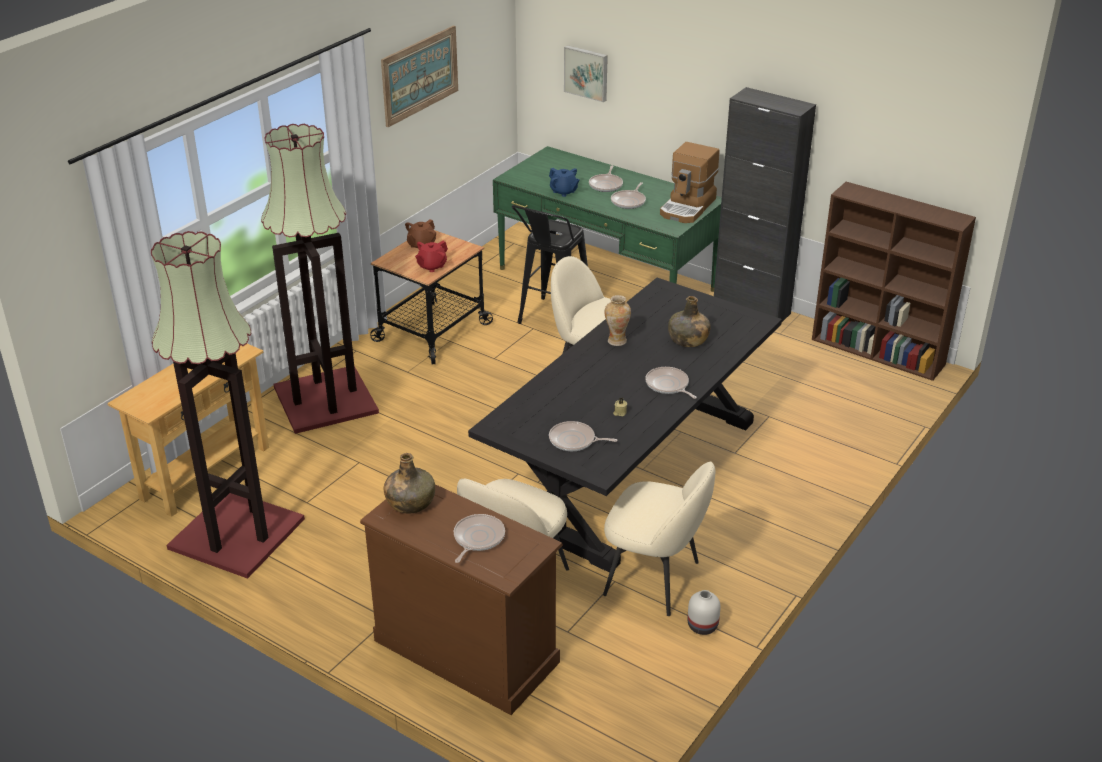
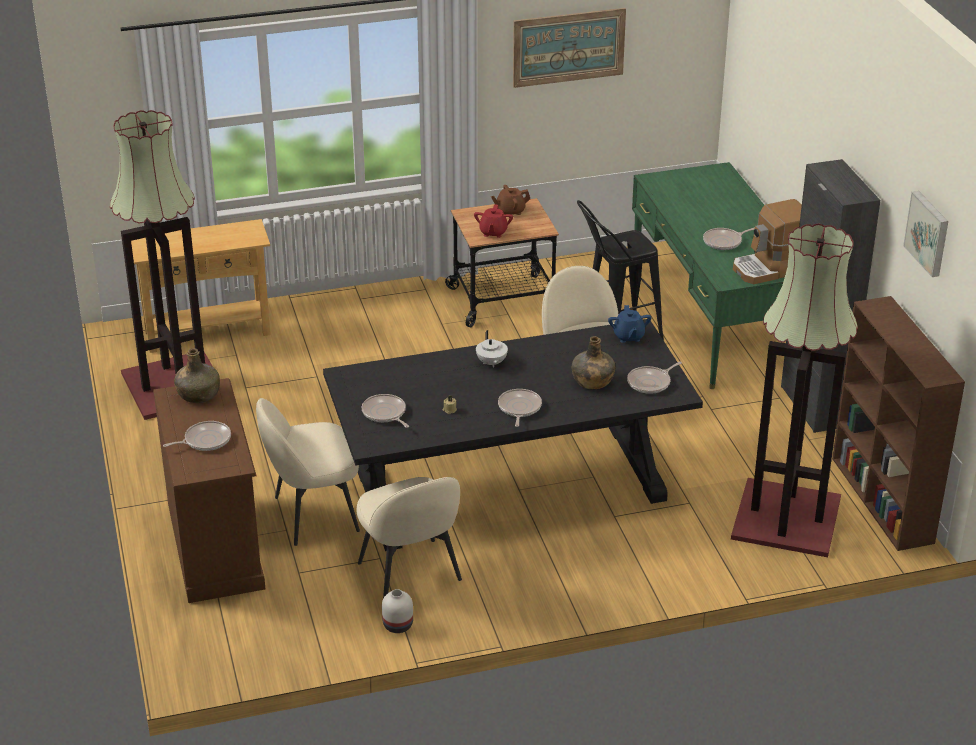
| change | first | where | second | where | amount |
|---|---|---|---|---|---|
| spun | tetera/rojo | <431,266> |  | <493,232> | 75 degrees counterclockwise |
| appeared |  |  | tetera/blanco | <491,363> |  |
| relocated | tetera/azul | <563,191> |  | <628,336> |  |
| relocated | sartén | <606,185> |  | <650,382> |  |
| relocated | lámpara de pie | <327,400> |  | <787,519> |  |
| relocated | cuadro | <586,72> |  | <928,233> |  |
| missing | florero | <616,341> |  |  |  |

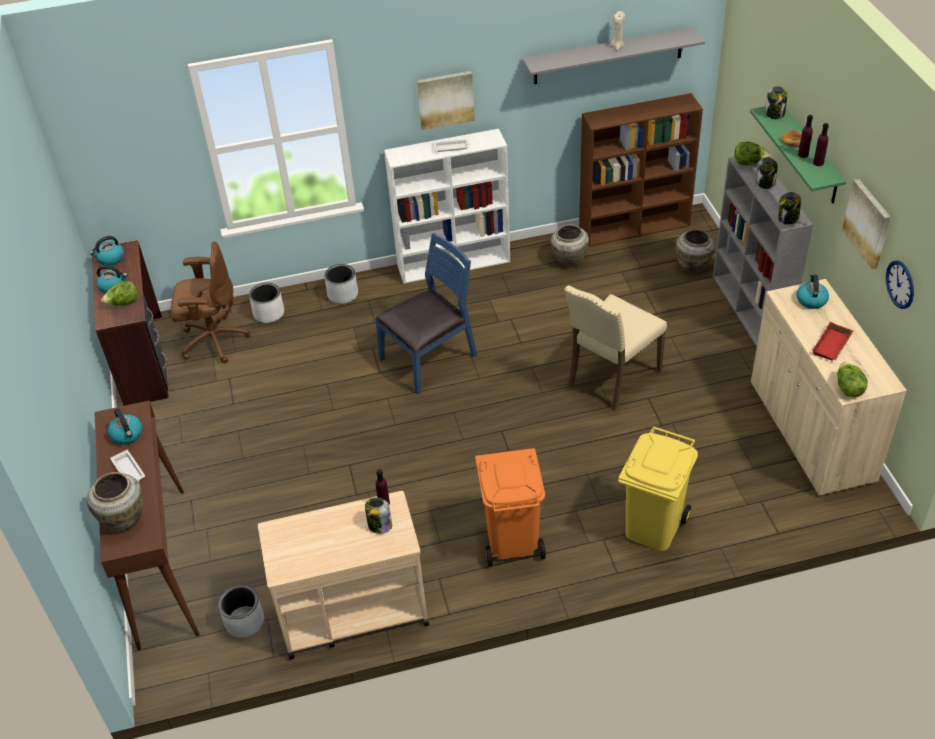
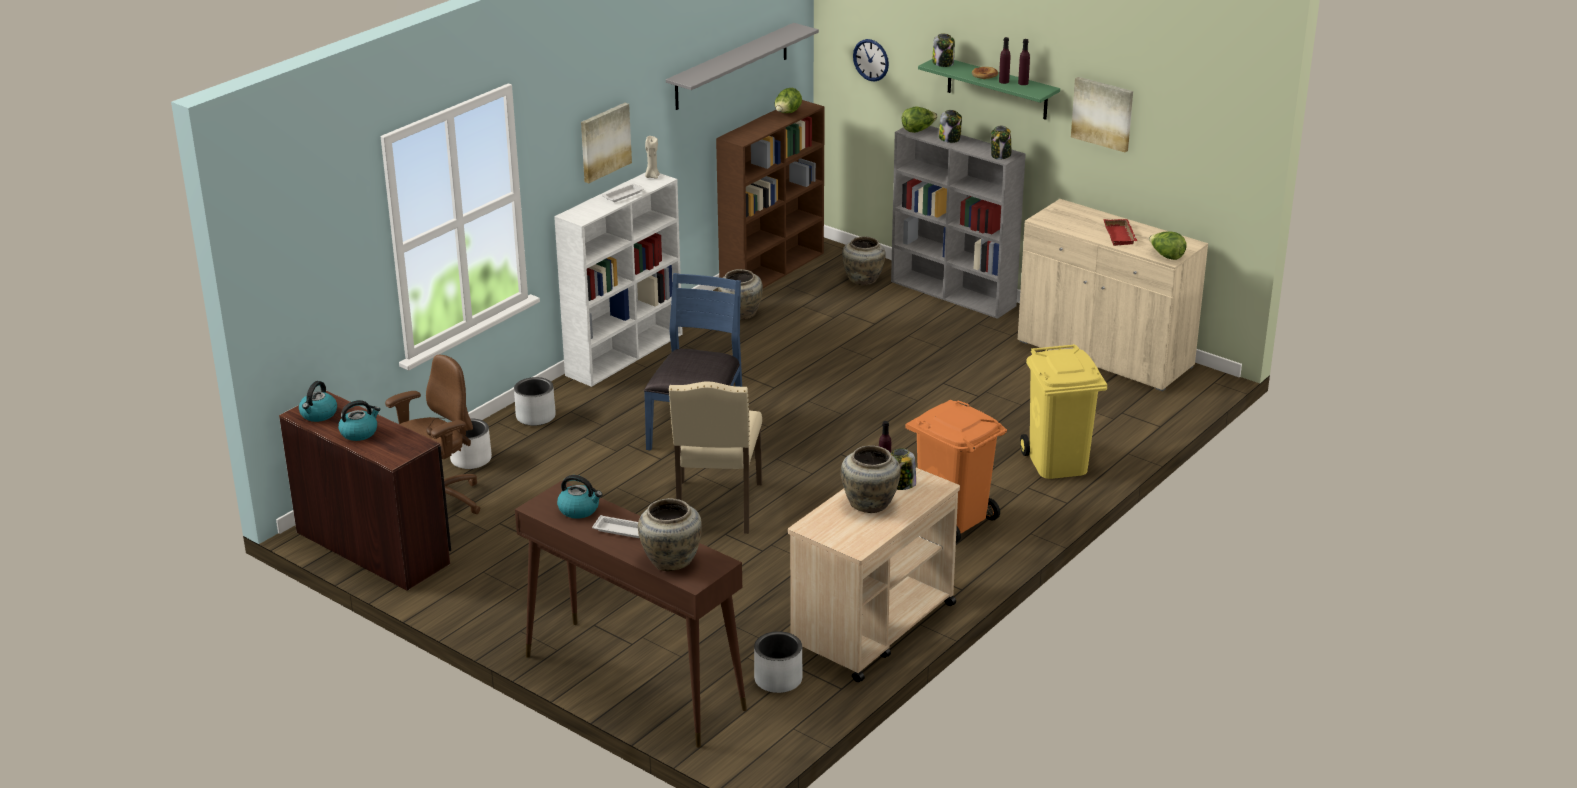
| change | first | where | second | where | amount |
|---|---|---|---|---|---|
| relocated | vela/beis | <617,47> |  | <652,176> |  |
| relocated | silla/beis | <611,378> |  | <716,508> |  |
| relocated | lechuga | <124,304> |  | <787,113> |  |
| appeared |  |  | florero/beis | <870,504> |  |
| relocated | reloj de pared | <900,284> |  | <871,60> |  |
| missing | hervidor | <811,300> |  |  |  |

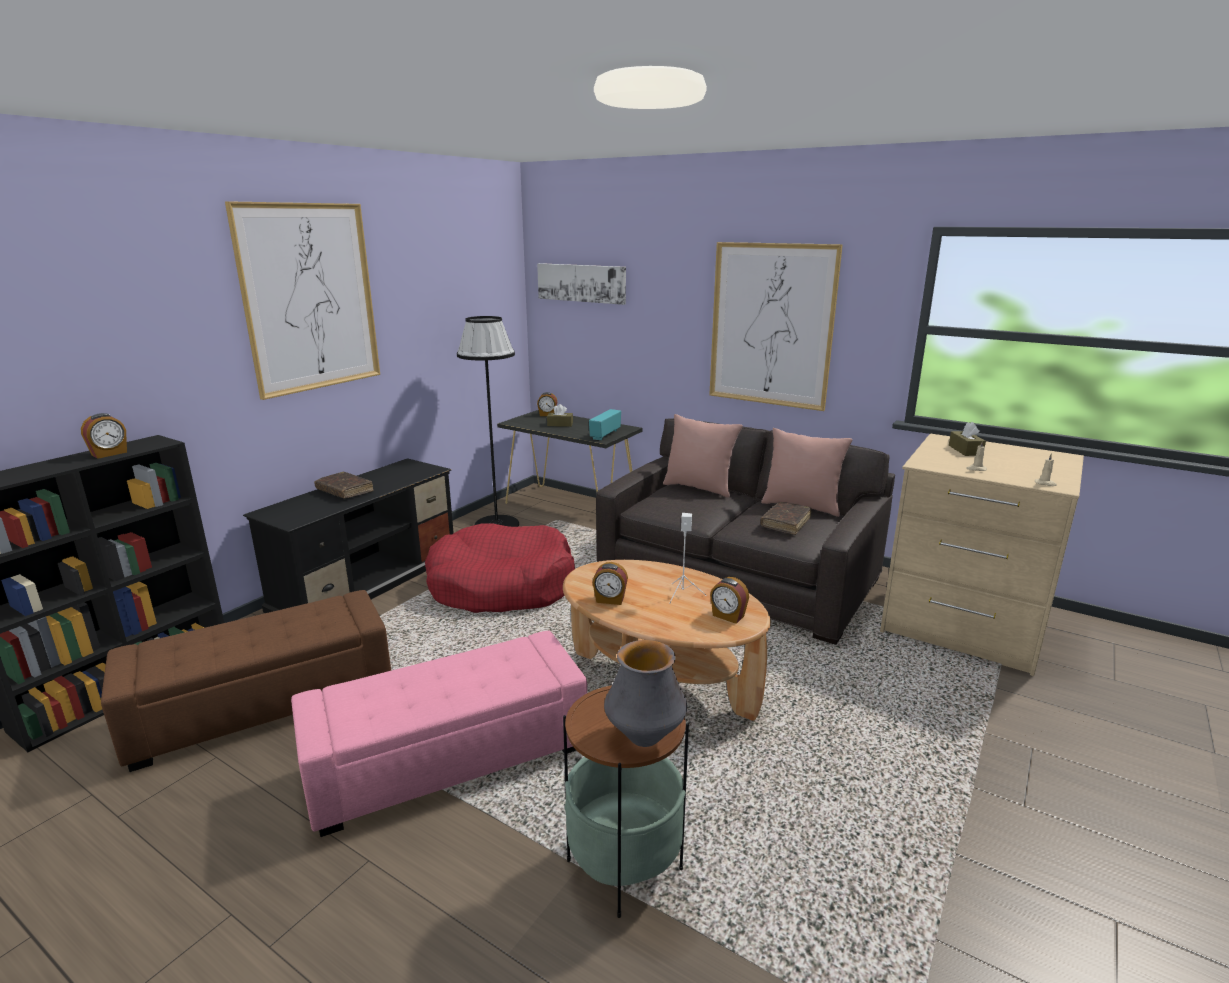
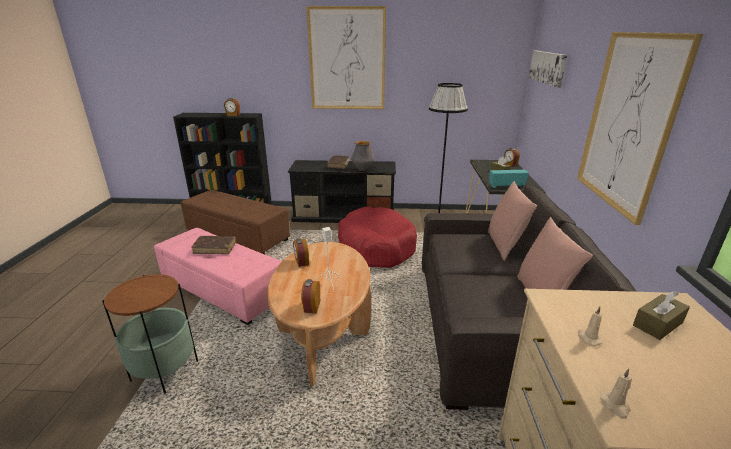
| change | first | where | second | where | amount |
|---|---|---|---|---|---|
| relocated | libro/marrón | <785,523> |  | <215,248> |  |
| relocated | florero | <644,737> |  | <362,169> |  |

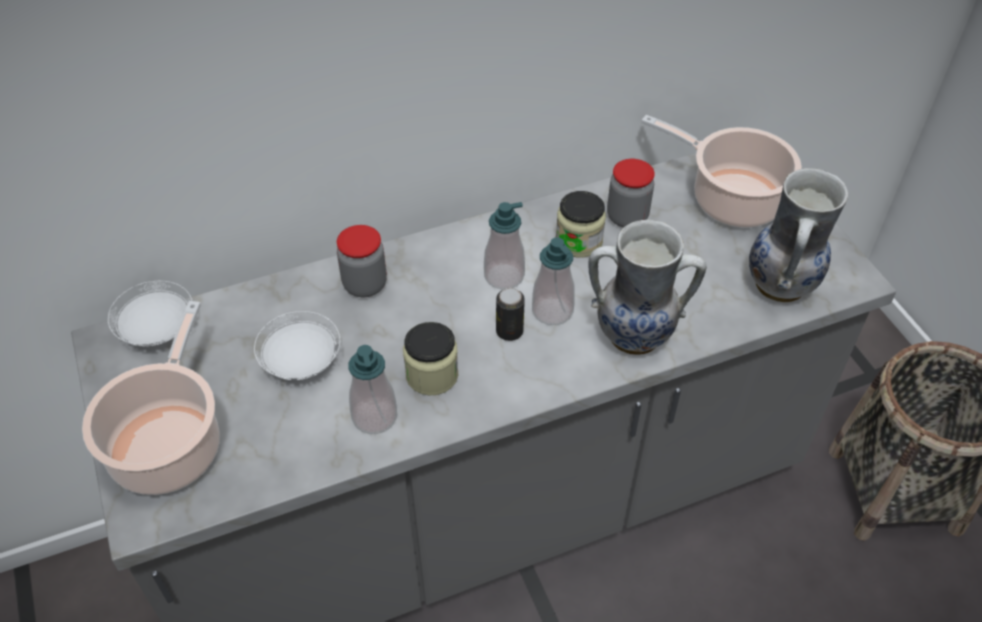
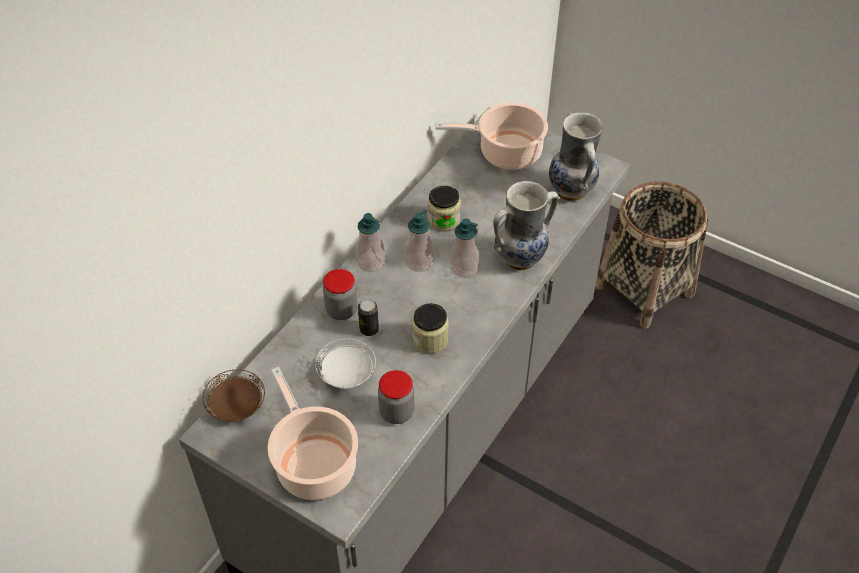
| change | first | where | second | where | amount |
|---|---|---|---|---|---|
| colour | plato/blanco | <157,328> | plato/marrón | <236,406> |  |
| relocated | dispensador de jabón | <374,416> |  | <371,262> |  |
| relocated | lata | <509,331> |  | <369,329> |  |
| relocated | tarro | <627,217> |  | <396,412> |  |

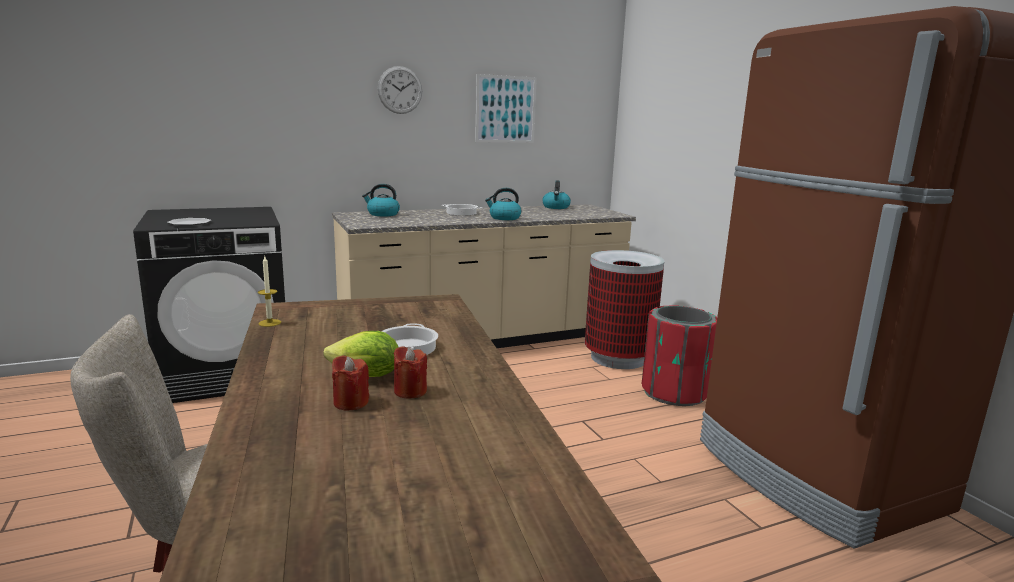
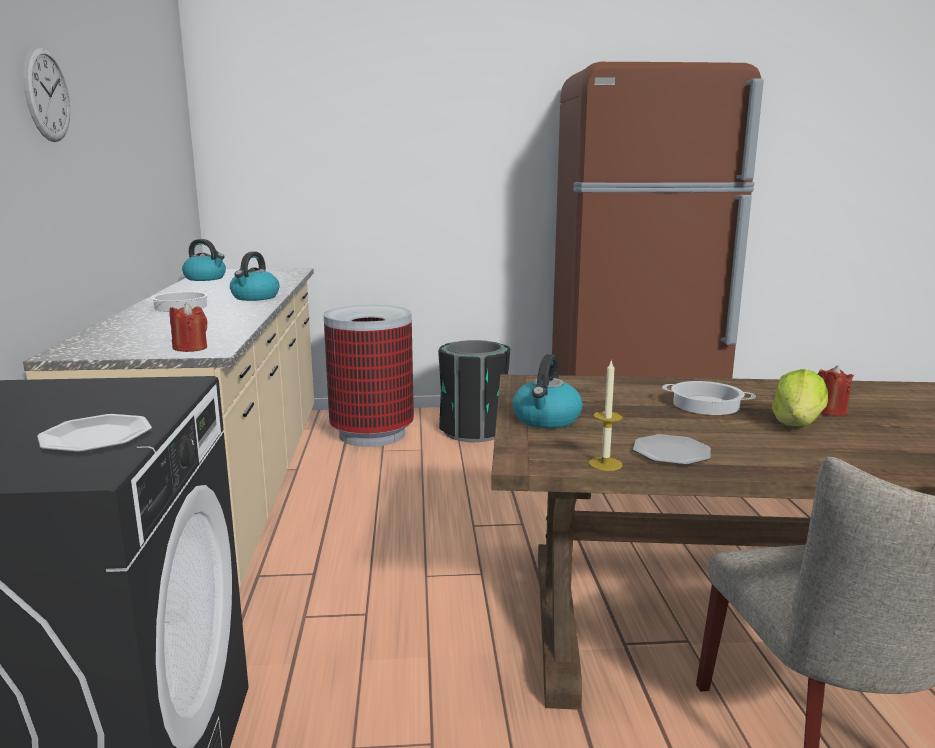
| change | first | where | second | where | amount |
|---|---|---|---|---|---|
| relocated | vela/rojo | <351,402> |  | <190,348> |  |
| colour | papelera/rojo | <674,393> | papelera/negro | <474,431> |  |
| relocated | hervidor | <382,214> |  | <546,420> |  |
| appeared |  |  | plato | <672,453> |  |
| missing | cuadro | <505,109> |  |  |  |

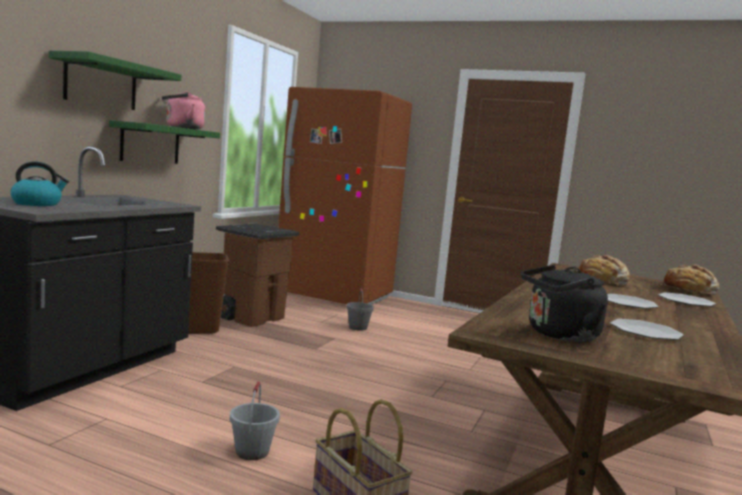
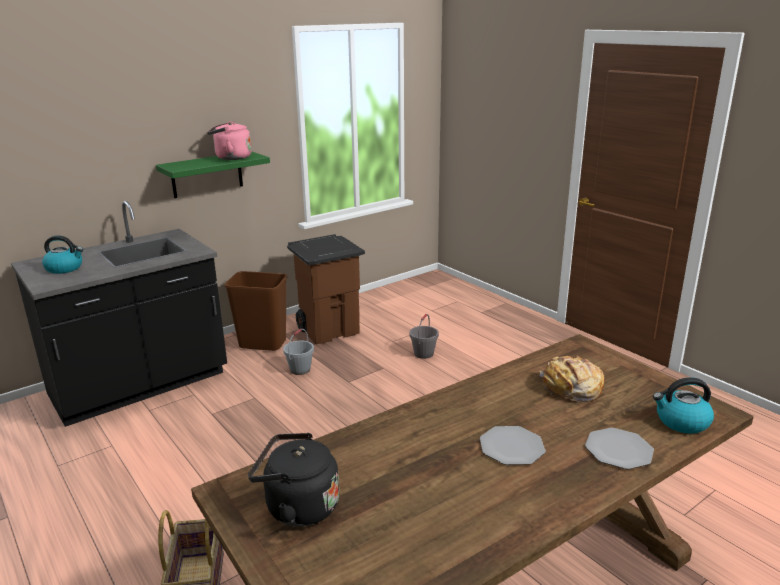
| change | first | where | second | where | amount |
|---|---|---|---|---|---|
| relocated | cubo/gris | <252,451> |  | <300,369> |  |
| exchanged | pan | <689,291> | hervidor | <681,422> |  |
| missing | estante/verde | <101,84> |  |  |  |
| missing | nevera/marrón | <334,296> |  |  |  |
| missing | plato | <645,332> |  |  |  |

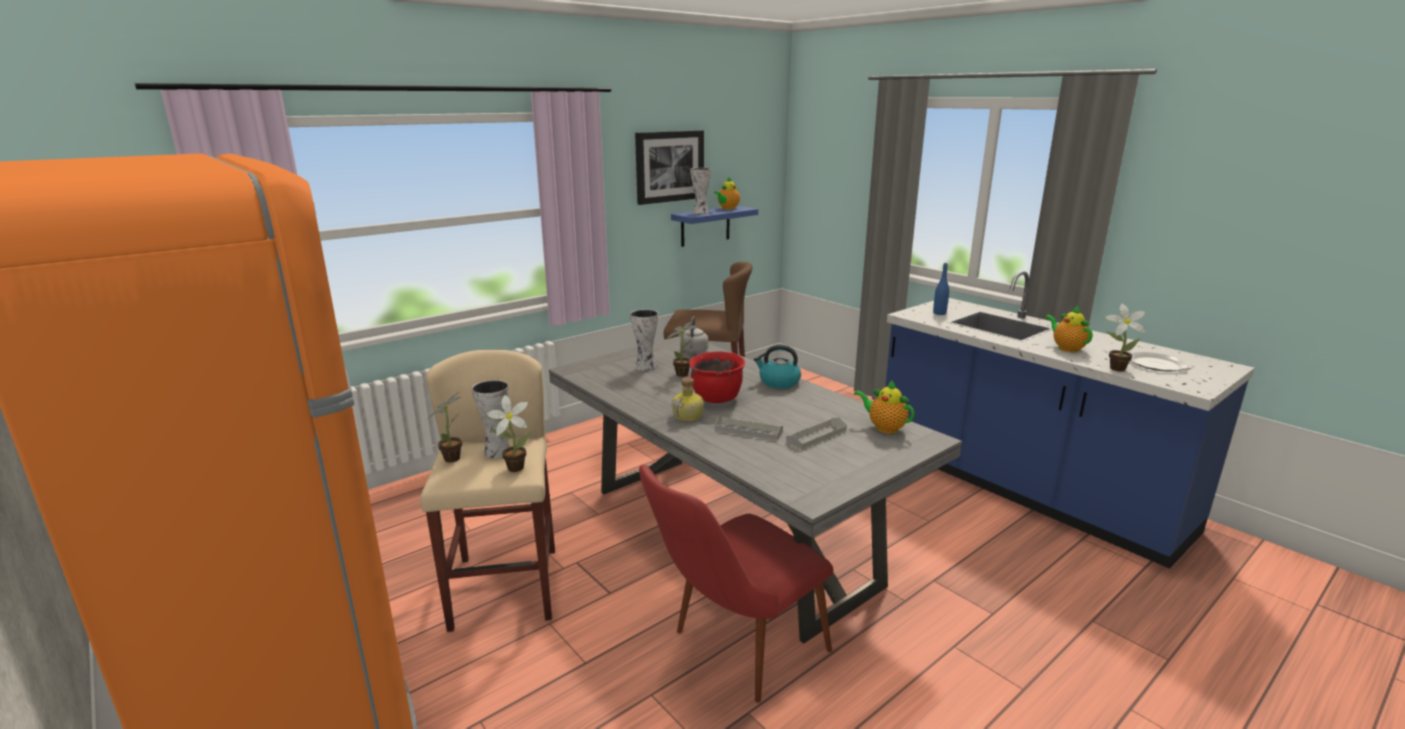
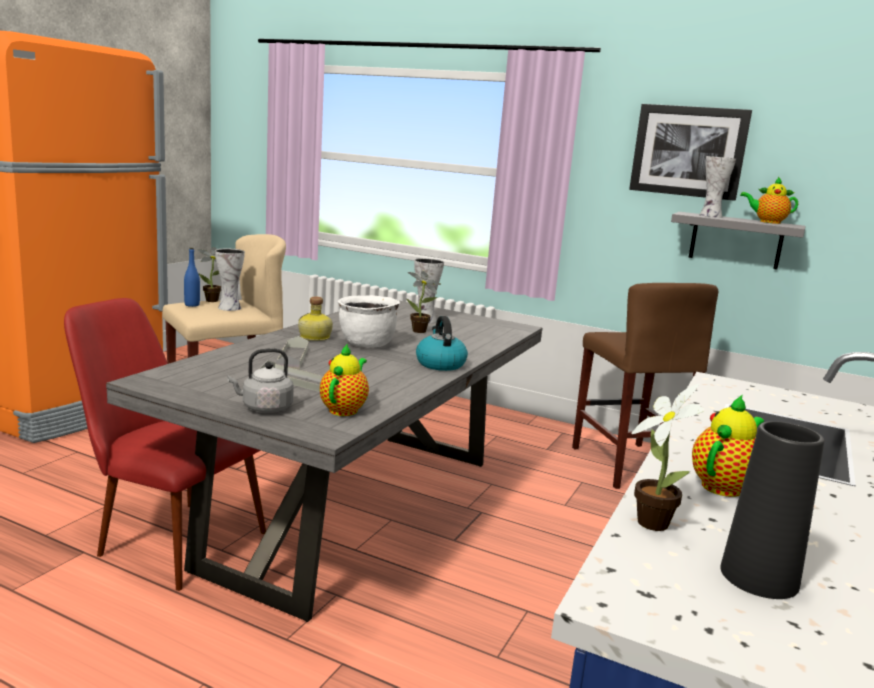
| change | first | where | second | where | amount |
|---|---|---|---|---|---|
| relocated | botella/azul | <939,313> |  | <192,305> |  |
| relocated | hervidor/gris | <694,351> |  | <264,408> |  |
| colour | olla/rojo | <717,398> | olla/blanco | <366,344> |  |
| colour | estante/azul | <705,226> | estante/gris | <736,240> |  |
| exchanged | plato | <1156,364> | florero/negro | <759,577> |  |
| missing | planta en maceta | <513,468> |  |  |  |

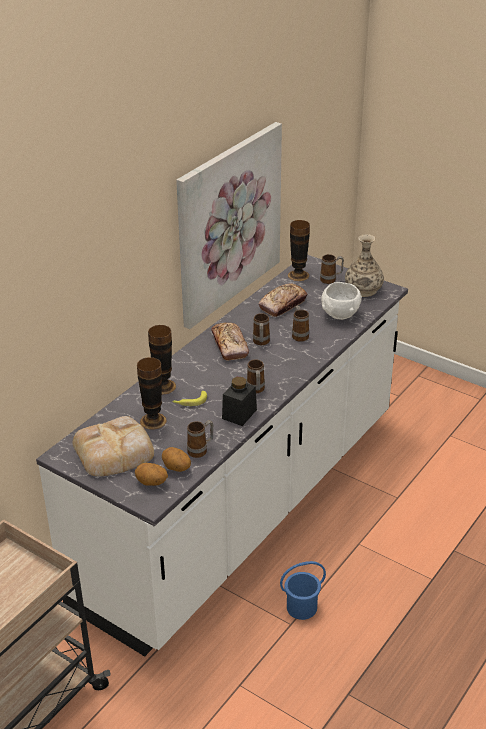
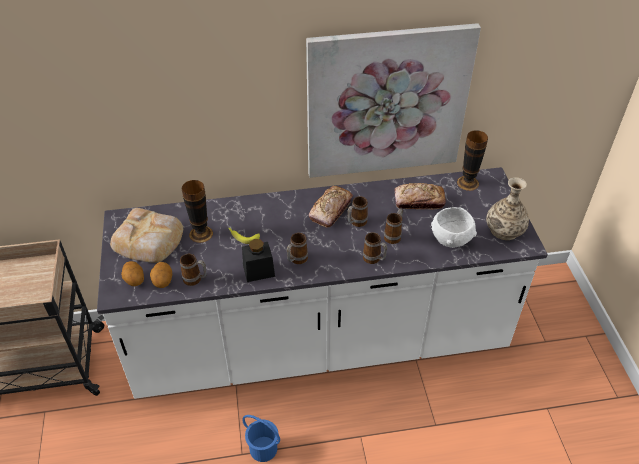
| change | first | where | second | where | amount |
|---|---|---|---|---|---|
| relocated | taza grande | <331,280> |  | <374,260> |  |
| missing | florero | <163,386> |  |  |  |

